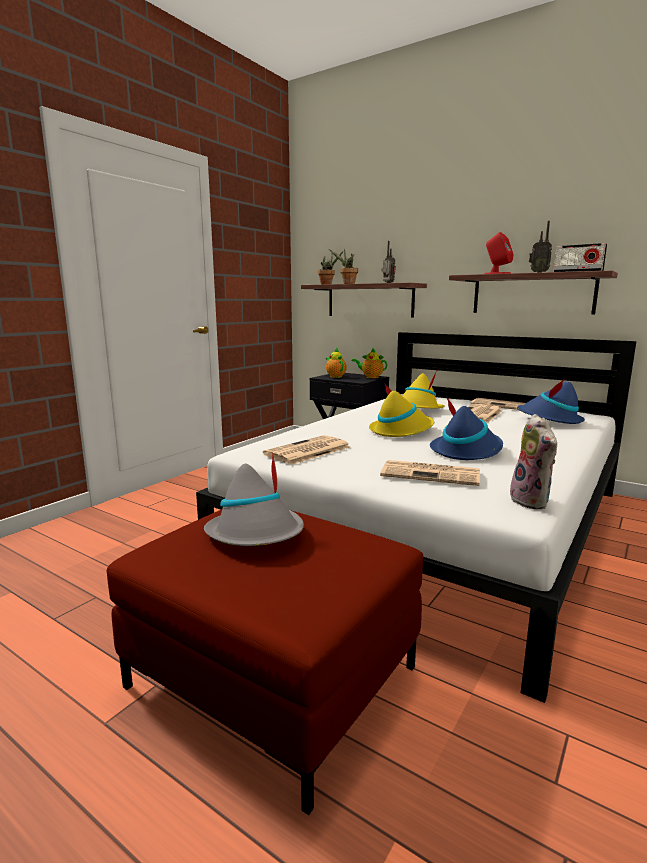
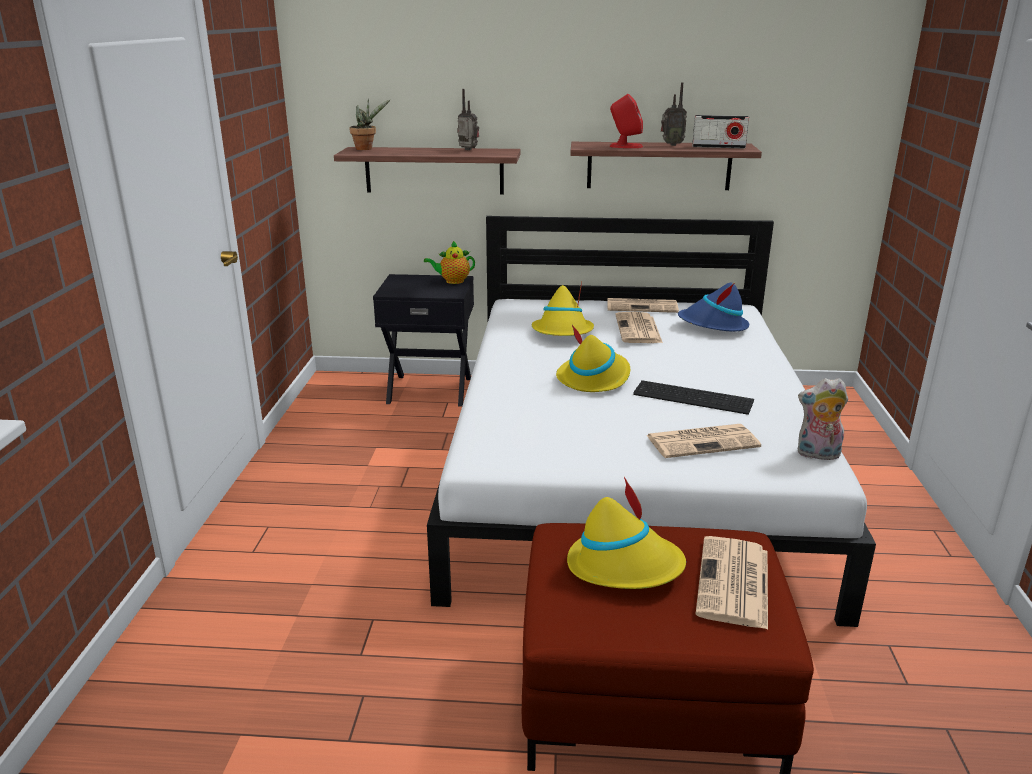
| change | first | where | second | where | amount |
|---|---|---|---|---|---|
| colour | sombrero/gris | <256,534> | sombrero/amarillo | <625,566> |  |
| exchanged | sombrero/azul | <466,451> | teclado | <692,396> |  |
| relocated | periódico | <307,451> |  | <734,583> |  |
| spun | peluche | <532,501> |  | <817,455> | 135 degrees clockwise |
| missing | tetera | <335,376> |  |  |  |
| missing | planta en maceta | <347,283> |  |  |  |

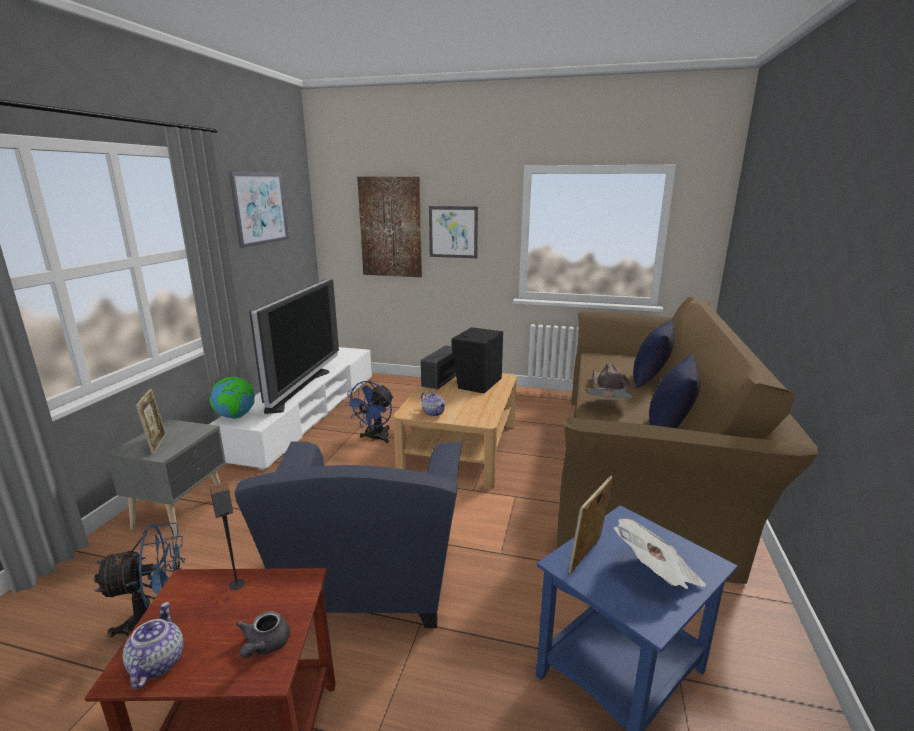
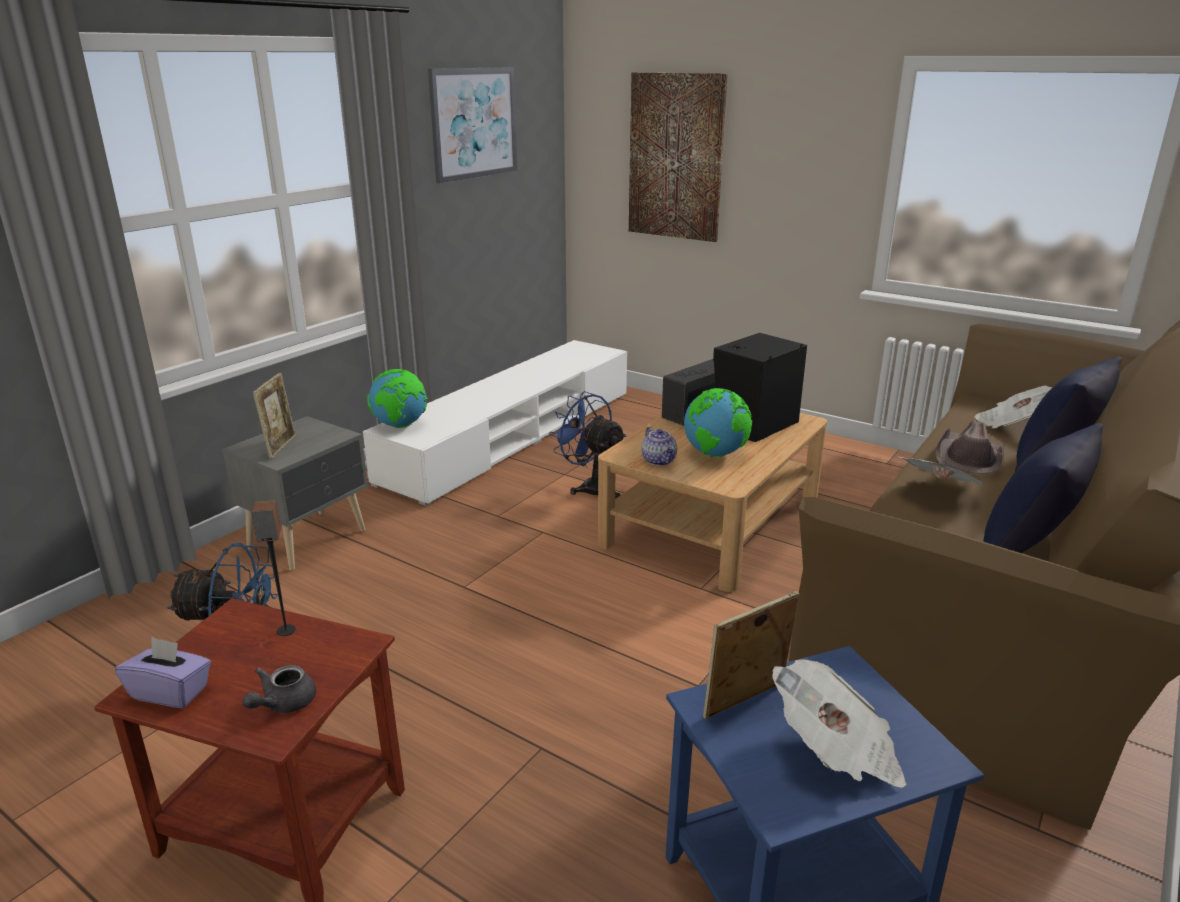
| change | first | where | second | where | amount |
|---|---|---|---|---|---|
| exchanged | tetera | <157,663> | caja de pañuelos/morado | <171,692> |  |
| spun | ventilador/azul | <375,438> |  | <591,487> | 90 degrees clockwise |
| appeared |  |  | globo terráqueo | <716,454> |  |
| appeared |  |  | periódico | <1013,424> |  |
| missing | sillón/azul | <371,587> |  |  |  |
| missing | televisor | <299,389> |  |  |  |
| missing | cuadro | <453,232> |  |  |  |

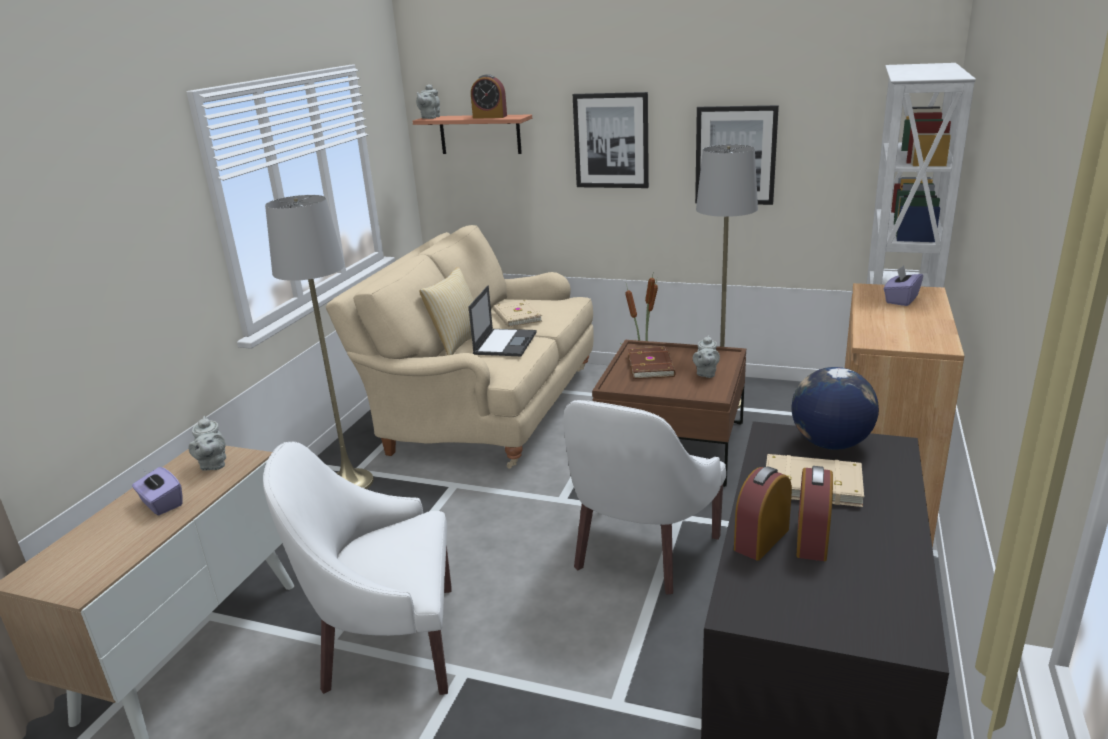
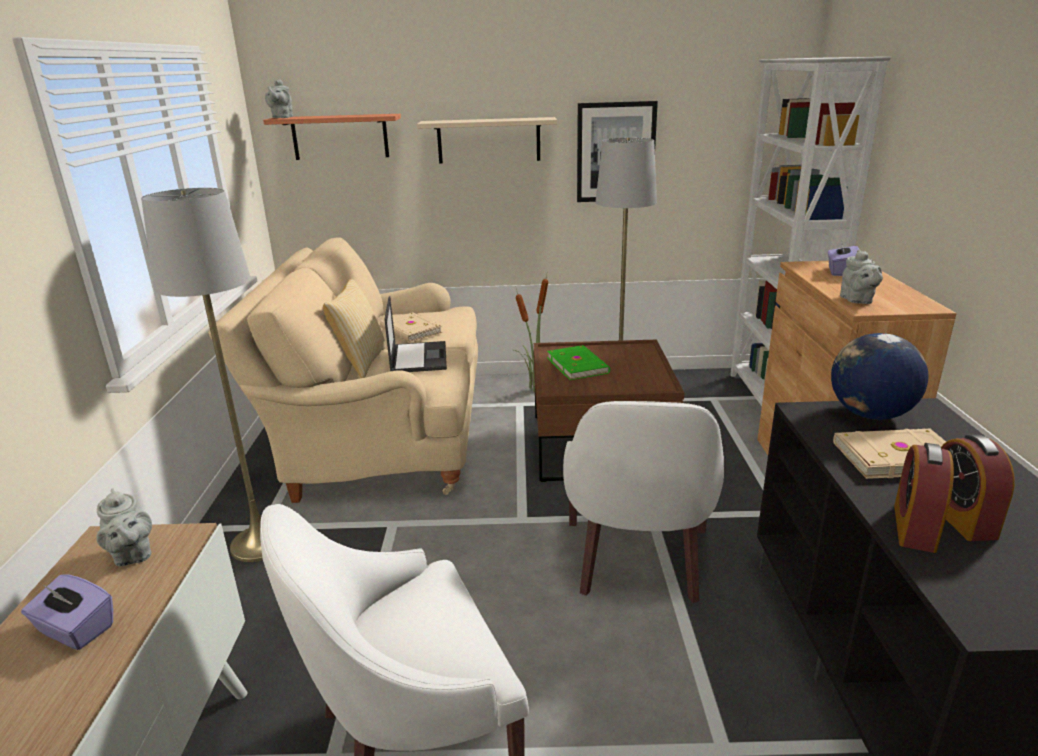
| change | first | where | second | where | amount |
|---|---|---|---|---|---|
| exchanged | cuadro | <611,140> | estante/beis | <488,140> |  |
| colour | libro/marrón | <652,365> | libro/verde | <578,365> |  |
| relocated | tetera/gris | <706,373> |  | <857,300> |  |
| missing | despertador | <490,117> |  |  |  |

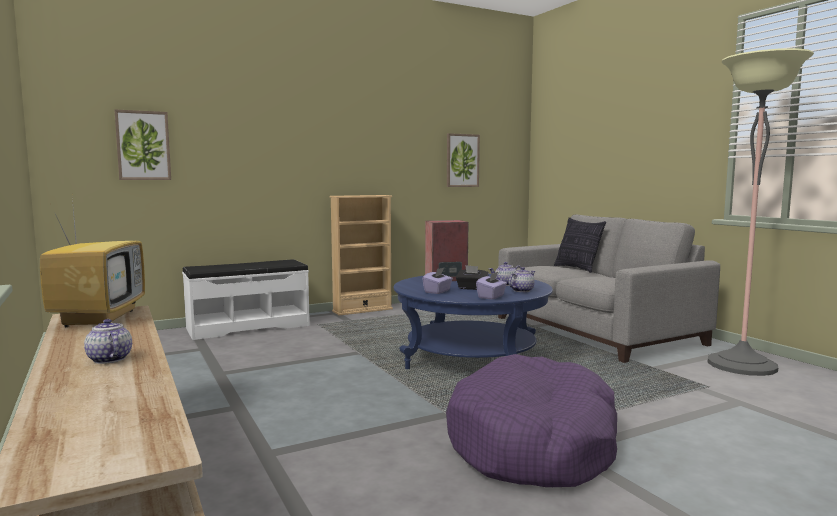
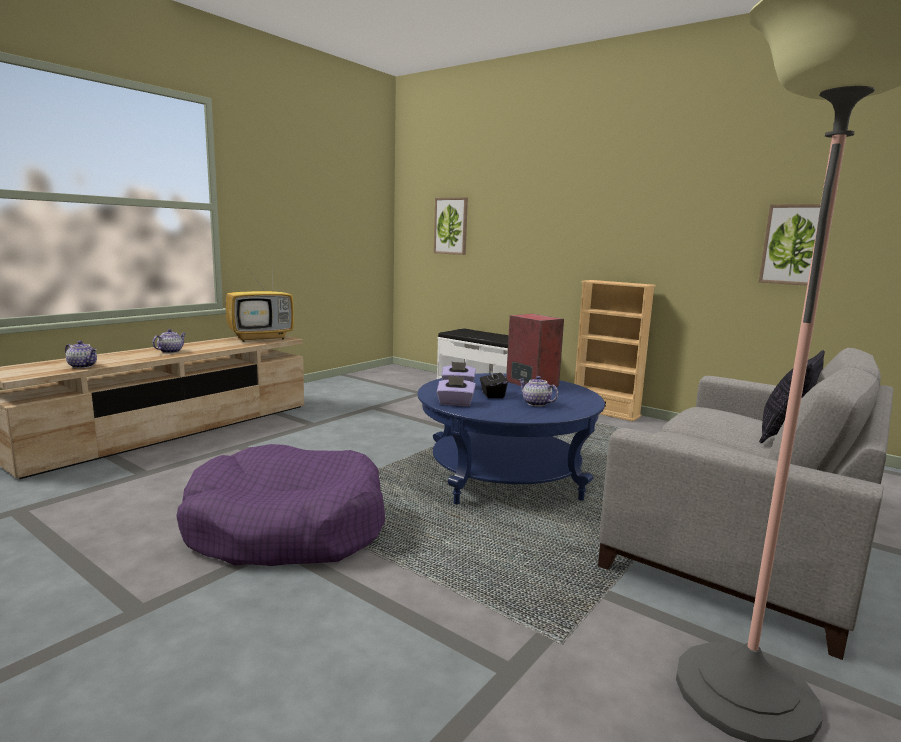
| change | first | where | second | where | amount |
|---|---|---|---|---|---|
| relocated | tetera | <521,290> |  | <83,366> |  |

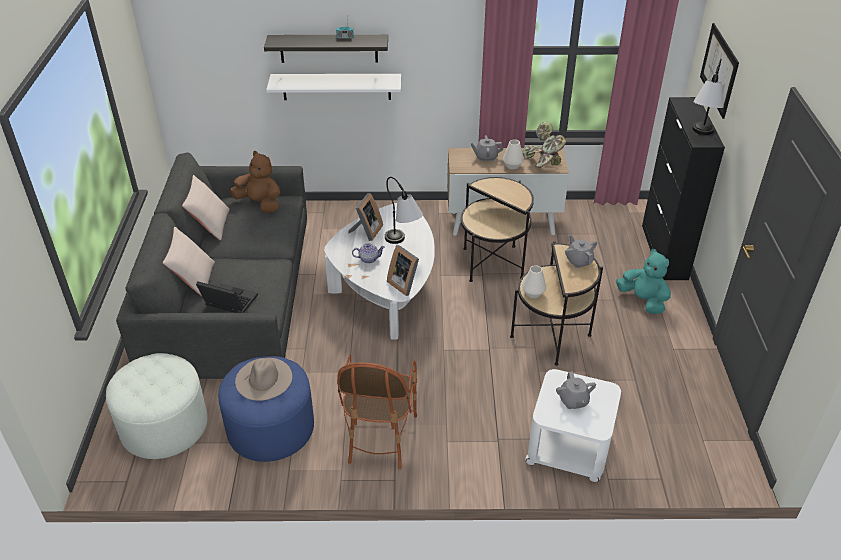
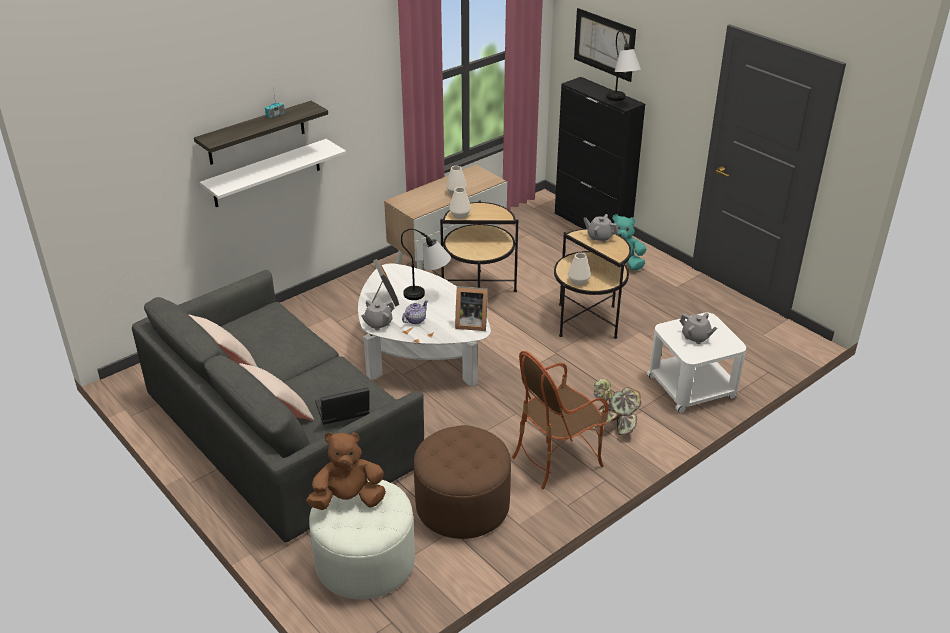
| change | first | where | second | where | amount |
|---|---|---|---|---|---|
| relocated | peluche/marrón | <260,203> |  | <348,499> |  |
| relocated | tetera/gris | <486,157> |  | <378,324> |  |
| colour | puf/azul | <271,428> | puf/marrón | <462,505> |  |
| appeared |  |  | florero/blanco | <460,215> |  |
| spun | sillón | <380,437> |  | <556,458> | 90 degrees clockwise |
| relocated | planta en maceta | <543,162> |  | <613,424> |  |
| missing | sombrero/beis | <264,379> |  |  |  |

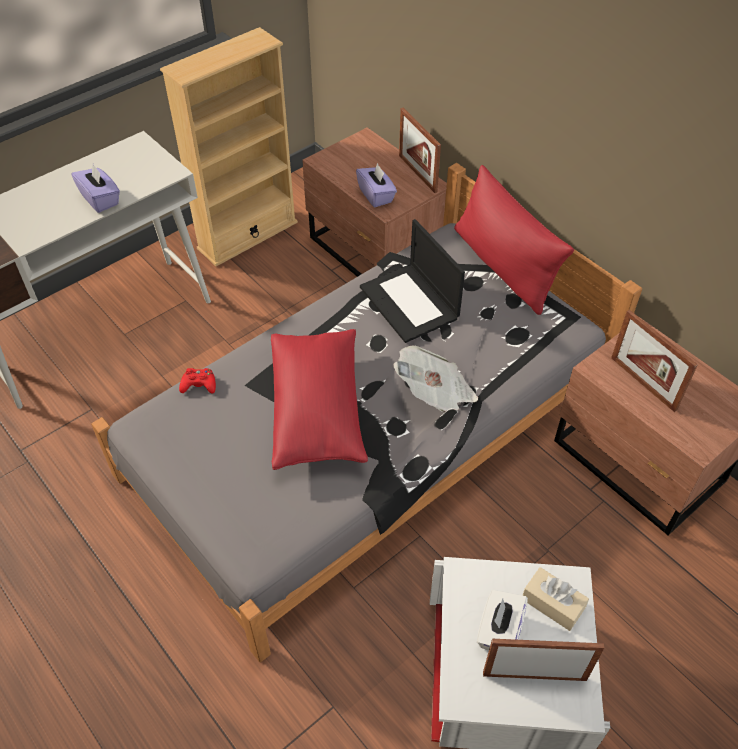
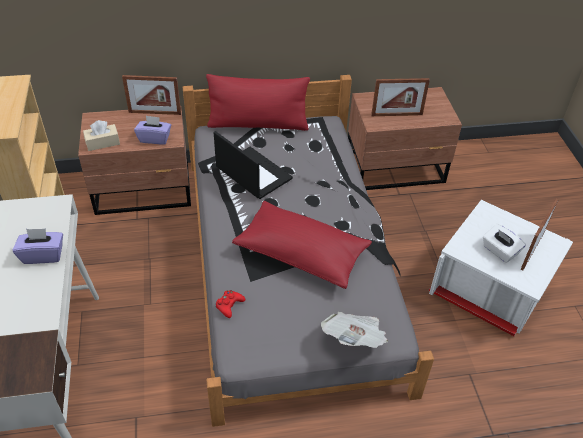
| change | first | where | second | where | amount |
|---|---|---|---|---|---|
| relocated | caja de pañuelos/beis | <552,604> |  | <102,143> |  |
| spun | portátil | <410,303> |  | <252,173> | 135 degrees counterclockwise |
| relocated | periódico | <435,393> |  | <354,339> |  |

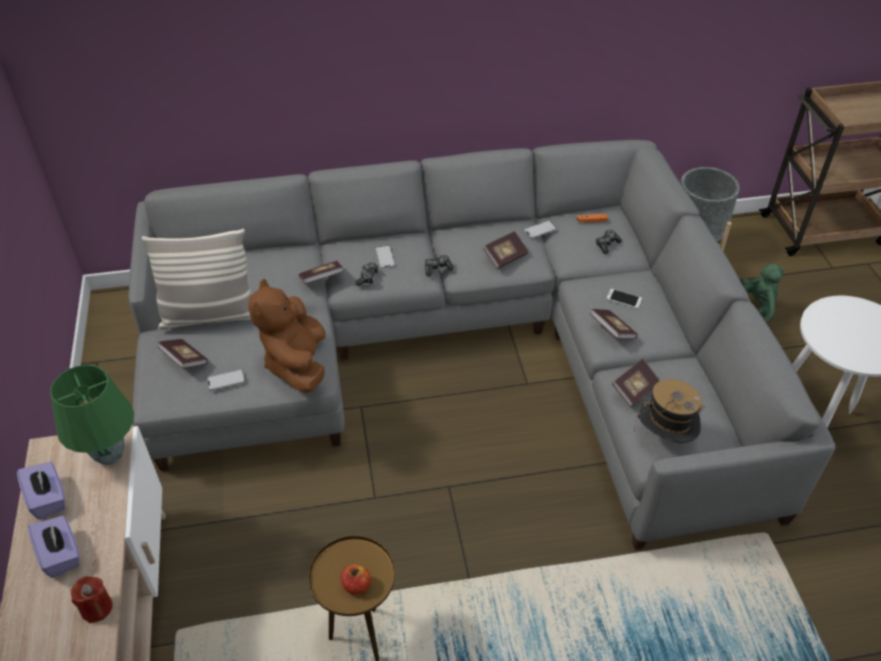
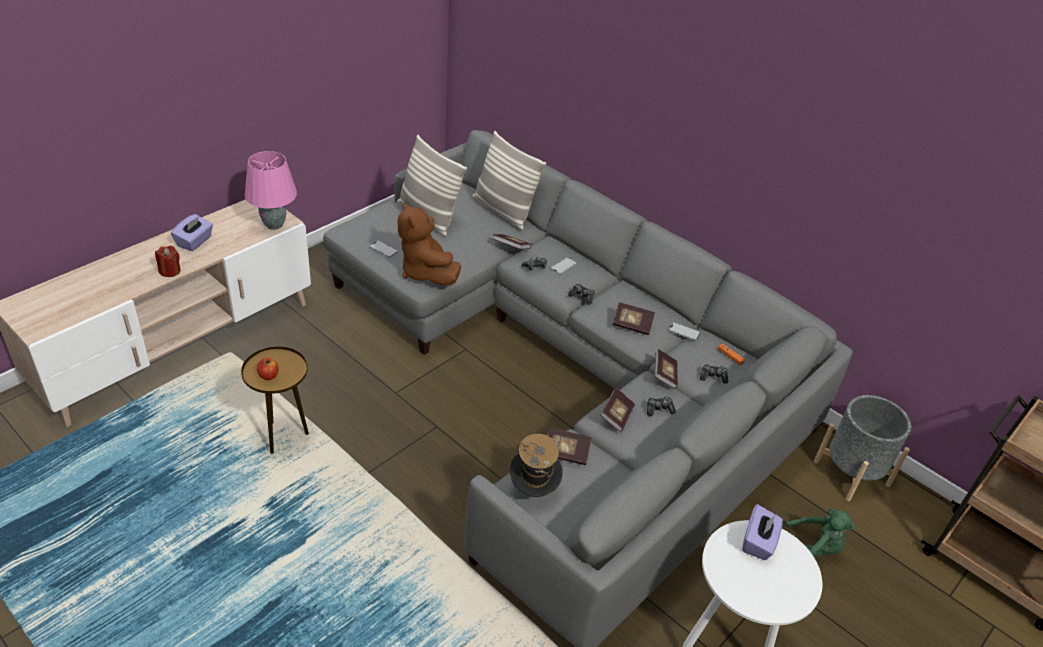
| change | first | where | second | where | amount |
|---|---|---|---|---|---|
| colour | lámpara de mesa/verde | <111,455> | lámpara de mesa/rosa | <275,225> |  |
| spun | peluche/marrón | <297,364> |  | <426,272> | 75 degrees counterclockwise |
| appeared |  |  | cojín | <503,211> |  |
| exchanged | móvil | <624,299> | mando de consola | <659,409> |  |
| relocated | libro | <184,360> |  | <664,375> |  |
| relocated | caja de pañuelos/morado | <48,499> |  | <758,542> |  |

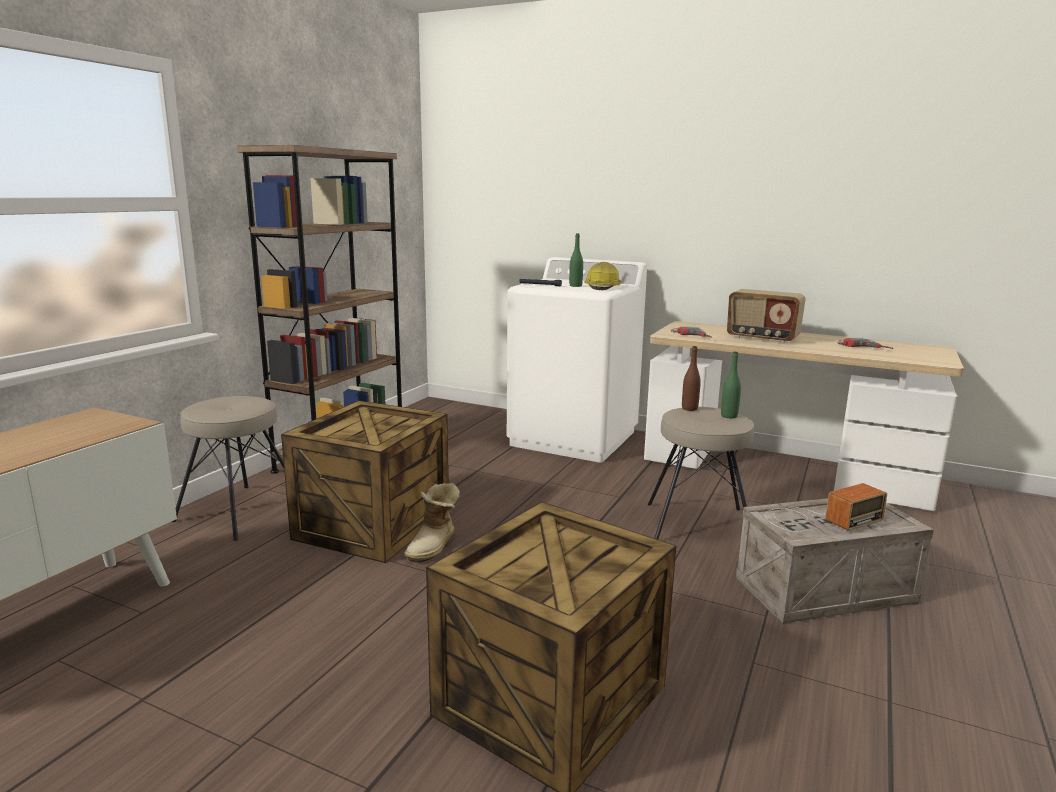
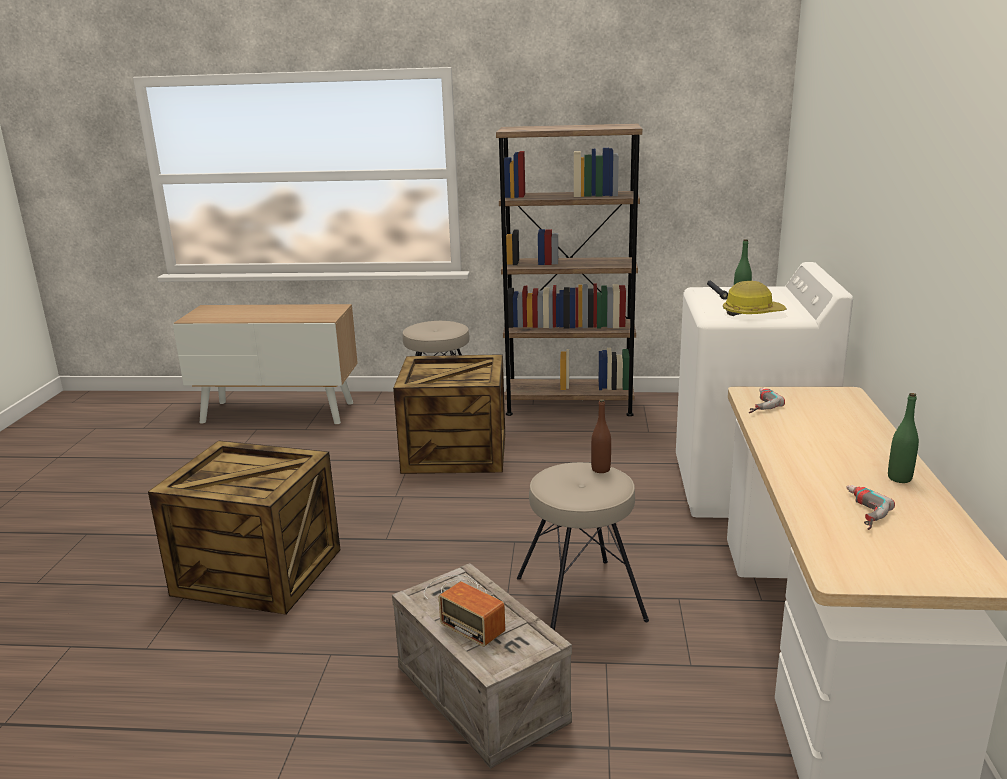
| change | first | where | second | where | amount |
|---|---|---|---|---|---|
| relocated | botella/verde | <729,416> |  | <899,478> |  |
| missing | bota | <434,546> |  |  |  |
| missing | radio | <762,338> |  |  |  |

